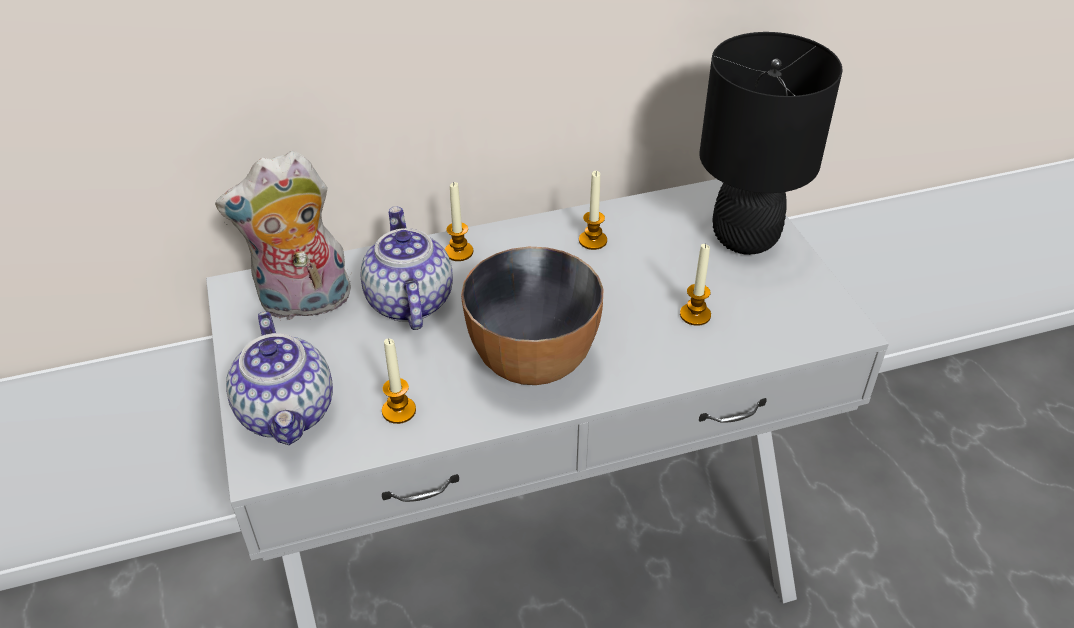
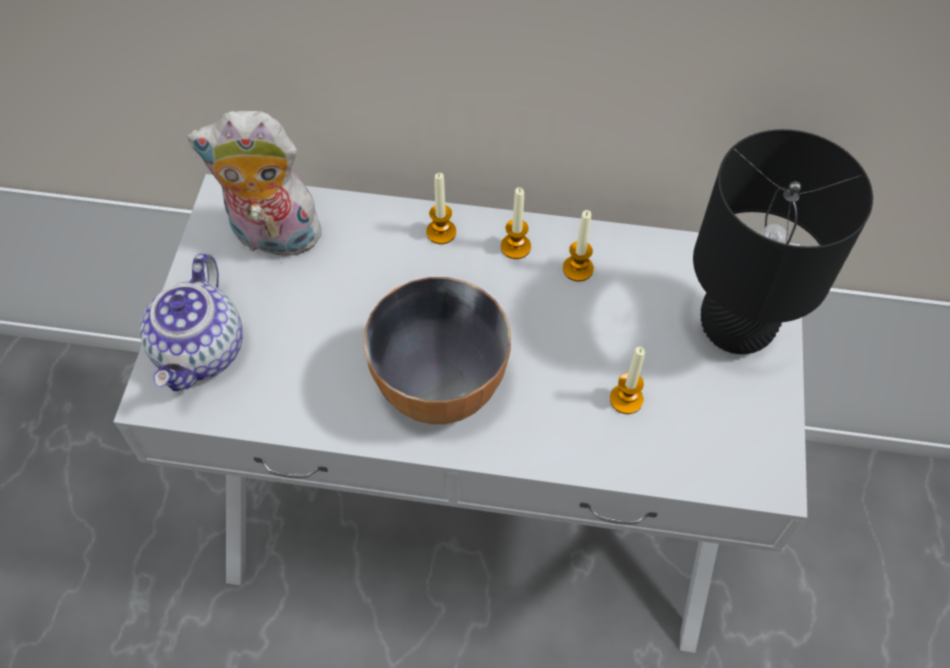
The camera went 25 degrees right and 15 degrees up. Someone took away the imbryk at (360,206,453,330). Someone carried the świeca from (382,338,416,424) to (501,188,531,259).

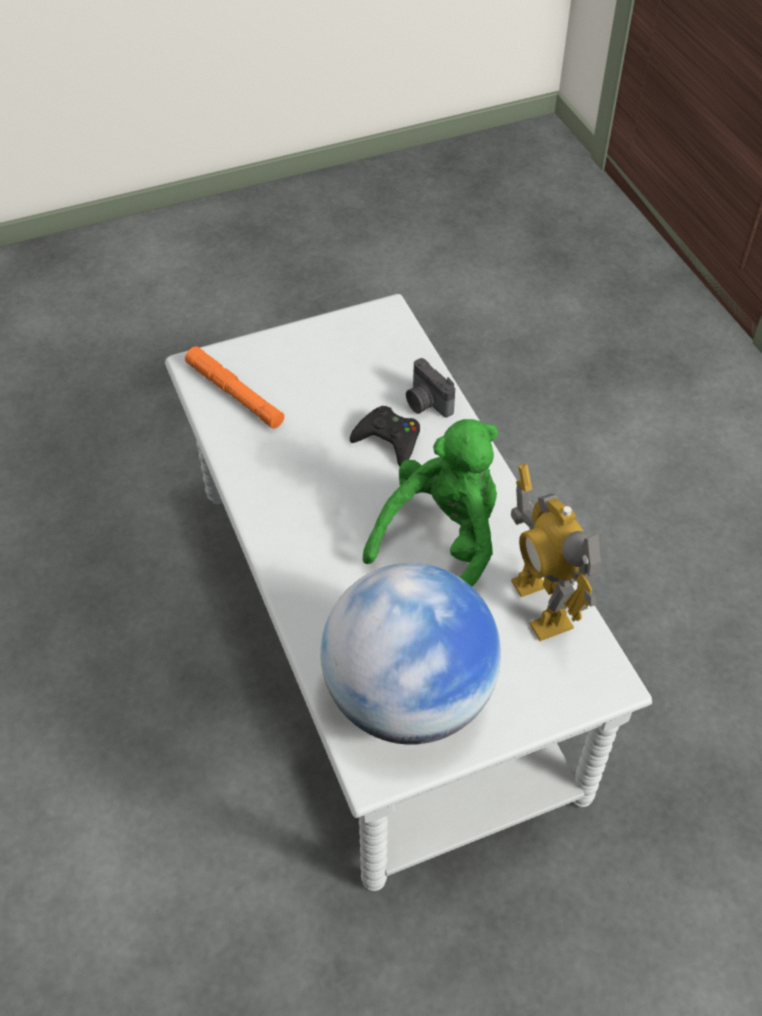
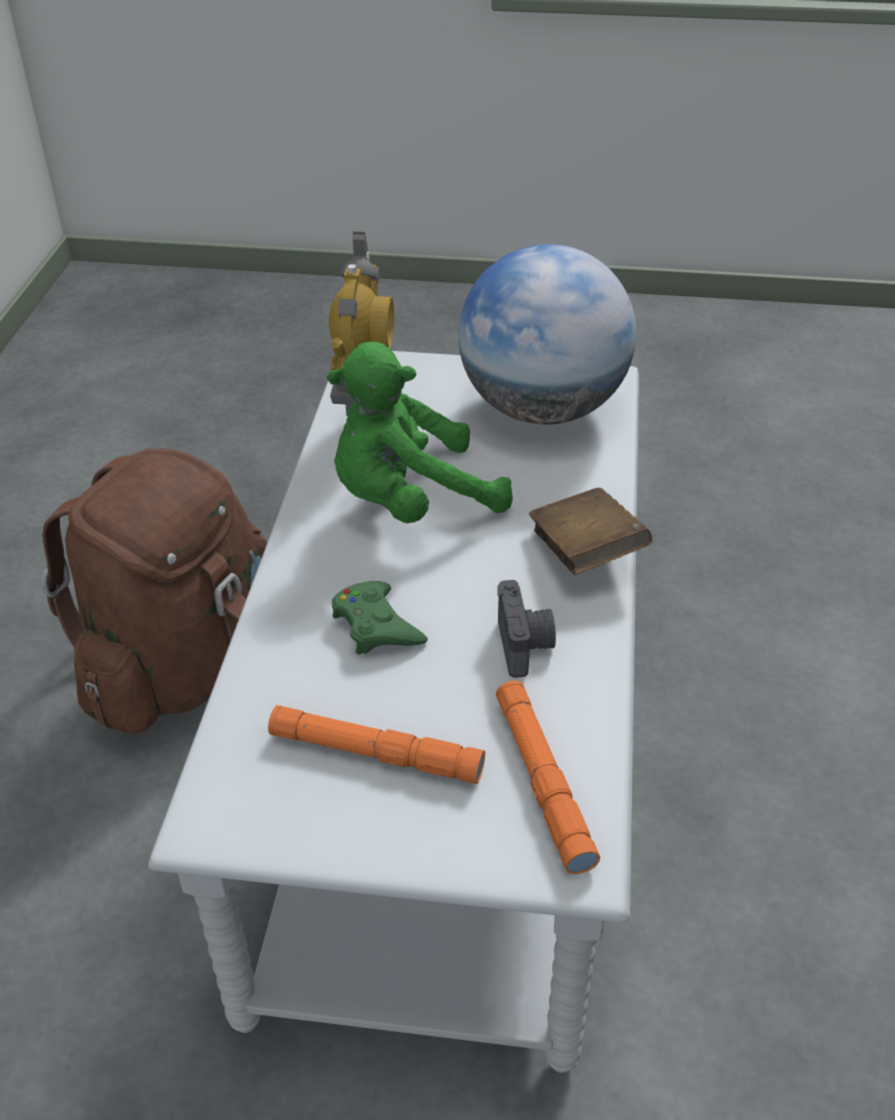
The camera went 150 degrees left and 10 degrees down. Someone repainted the pad do gier/czarny at (350,406,420,466), which became the pad do gier/zielony at (332,581,428,655). Someone carried the aparat fotograficzny from (406,358,455,418) to (497,580,556,678). Someone put down the plecak/brązowy at (41,448,267,734). Someone put down the latarka/pomarańczowy at (268,705,485,784). Someone put down the książka/brązowy at (529,488,652,575).

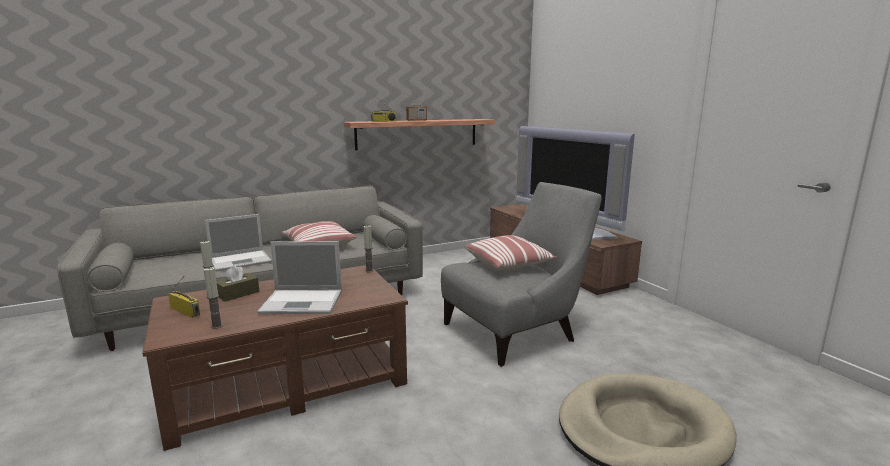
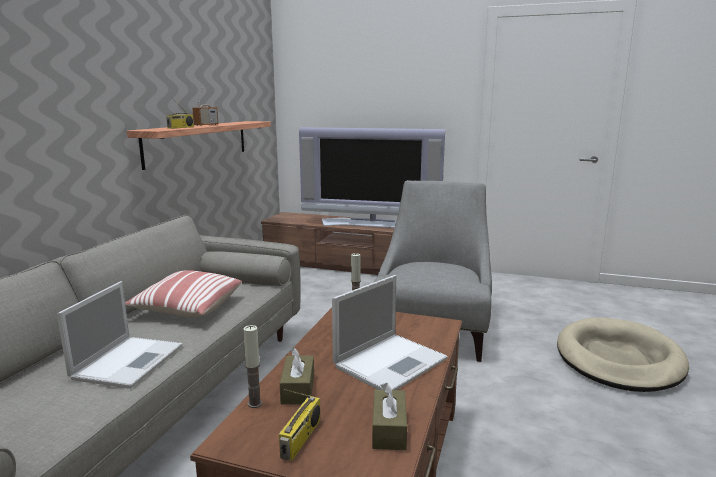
The camera went 45 degrees left and 0 degrees up. Someone rotated the radio at (168,276,200,318) by 120 degrees clockwise. Someone swapped the świeca at (204,267,223,329) for the pudełko chusteczek/brązowy at (372,383,407,450). Someone took away the poduszka at (465,235,557,271).

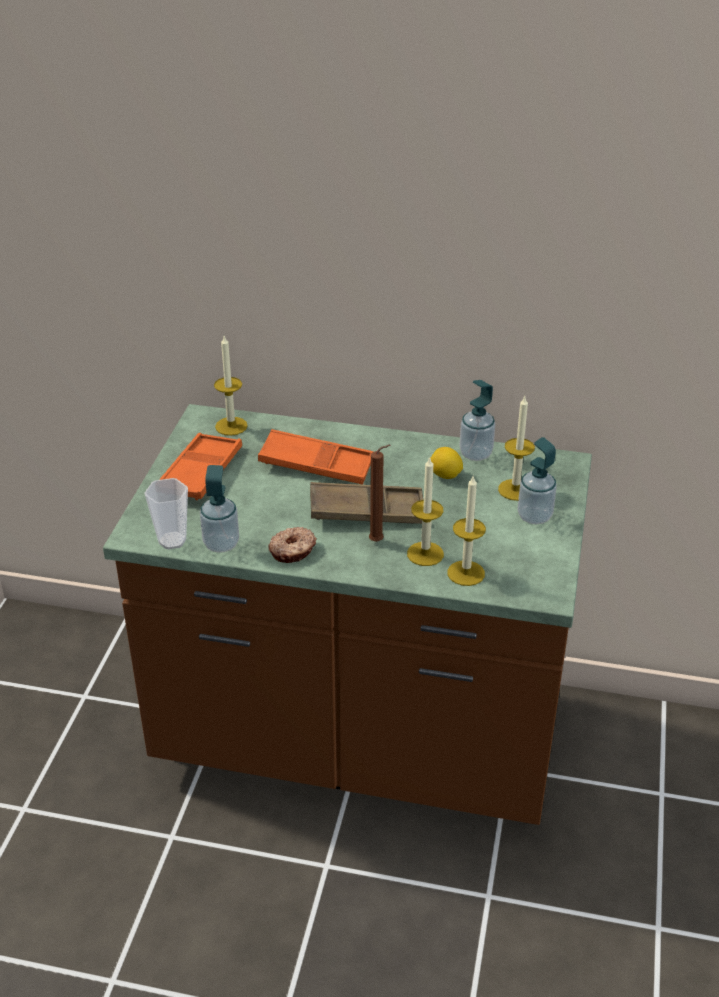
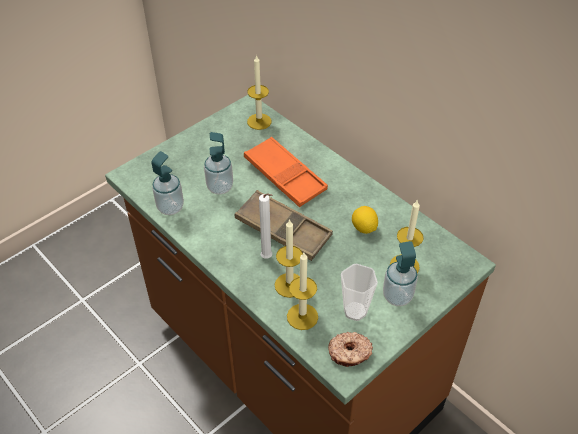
The camera went 35 degrees right and 10 degrees up. Someone carried the filiżanka from (145,478,188,549) to (341,264,378,321). Someone took away the taca/pomarańczowy at (159,433,242,500). Someone carried the donut from (268,527,317,563) to (328,332,373,367). Someone repainted the świeca/brązowy at (369,445,390,542), which became the świeca/biały at (259,193,273,259). Someone carried the dozownik mydła from (459,380,495,461) to (204,132,233,194).

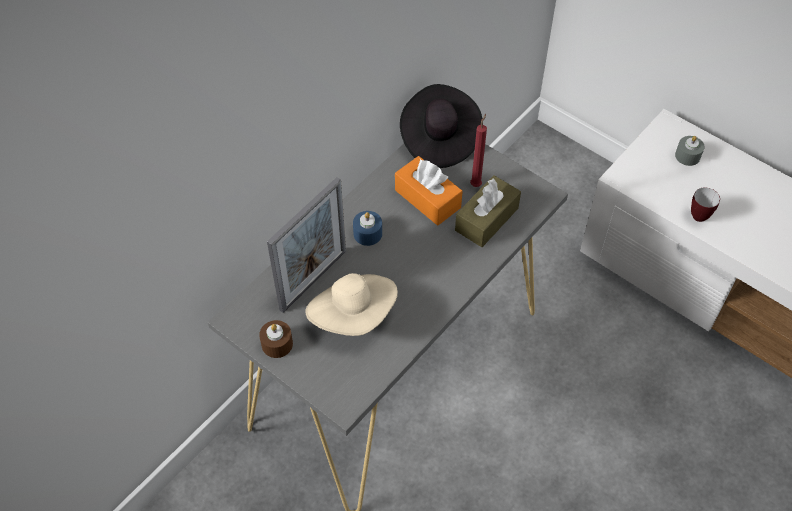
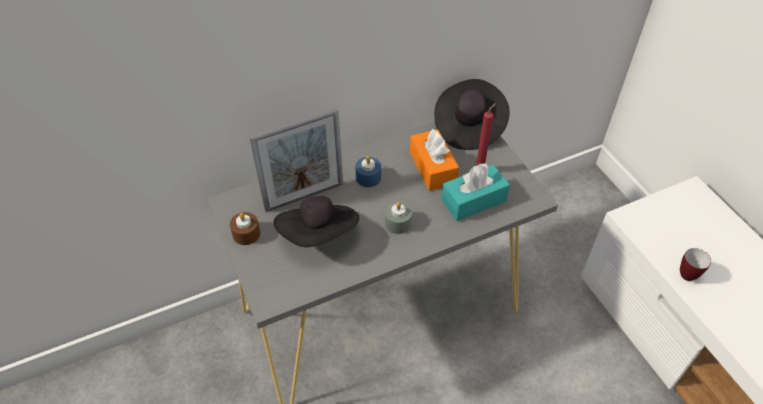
The camera went 25 degrees right and 5 degrees down. Someone repainted the kapelusz/beżowy at (305,273,398,336), which became the kapelusz/czarny at (273,196,359,247). Someone repainted the pudełko chusteczek/brązowy at (455,175,521,247), which became the pudełko chusteczek/turkusowy at (441,163,510,221). Someone carried the świeca/szary from (675,136,705,166) to (385,201,412,234).

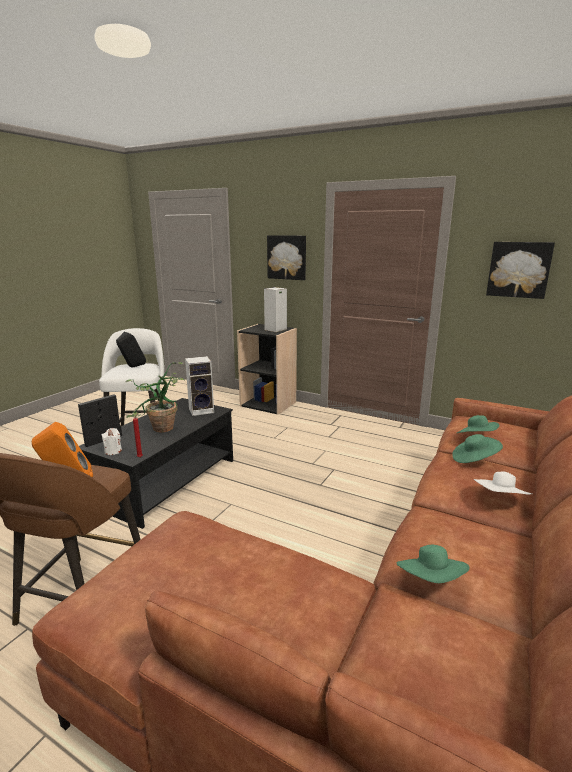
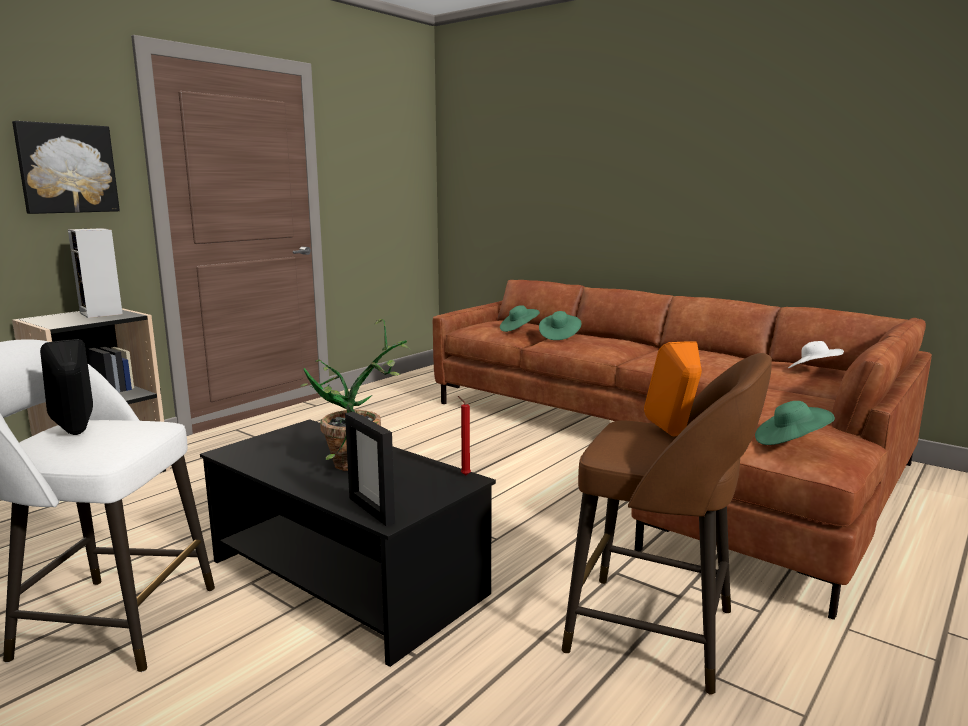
The camera went 80 degrees left and 5 degrees down. Someone took away the świeca/biały at (102,428,122,455). Someone took away the głośnik at (185,356,214,416). Someone carried the kapelusz/zielony from (397,545,470,583) to (755,401,835,445). Someone carried the kapelusz/biały from (474,472,532,494) to (788,341,844,368). Someone took away the obraz at (486,242,555,299).

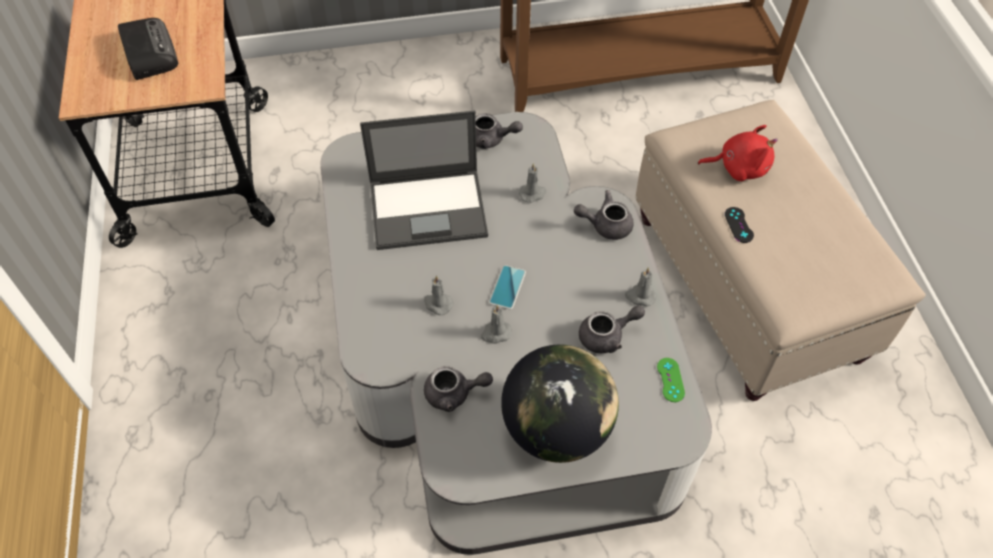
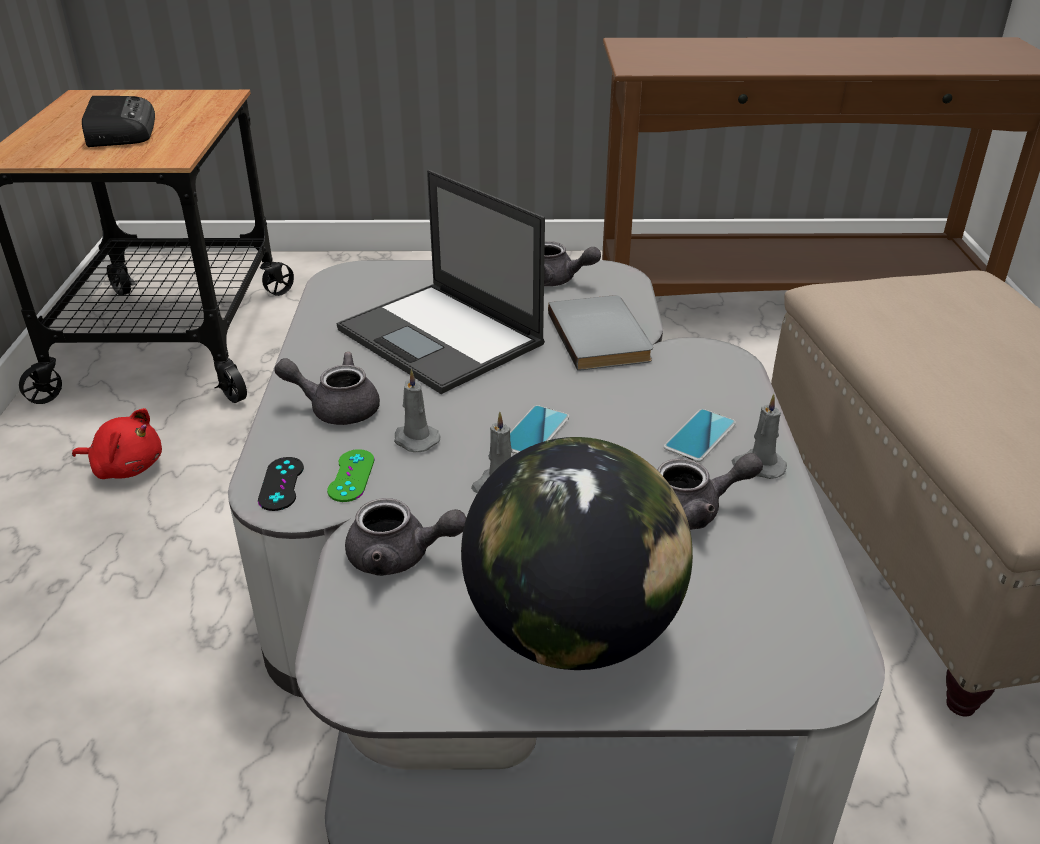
The camera went 10 degrees right and 20 degrees down. Someone rotated the laptop at (360,111,488,250) by 45 degrees clockwise. Someone swapped the świeca/szary at (519,163,546,203) for the książka/szary at (548,295,653,371). Someone carried the imbryk/szary from (574,190,634,240) to (274,352,380,425). Someone carried the pad do gier/zielony from (657,358,685,402) to (327,449,374,502). Someone carried the pluszak/czerwony from (698,125,778,181) to (72,408,162,479). Someone carried the pad do gier/czarny from (725,207,754,243) to (258,457,304,511). Someone put down the telefon at (664,409,736,462).

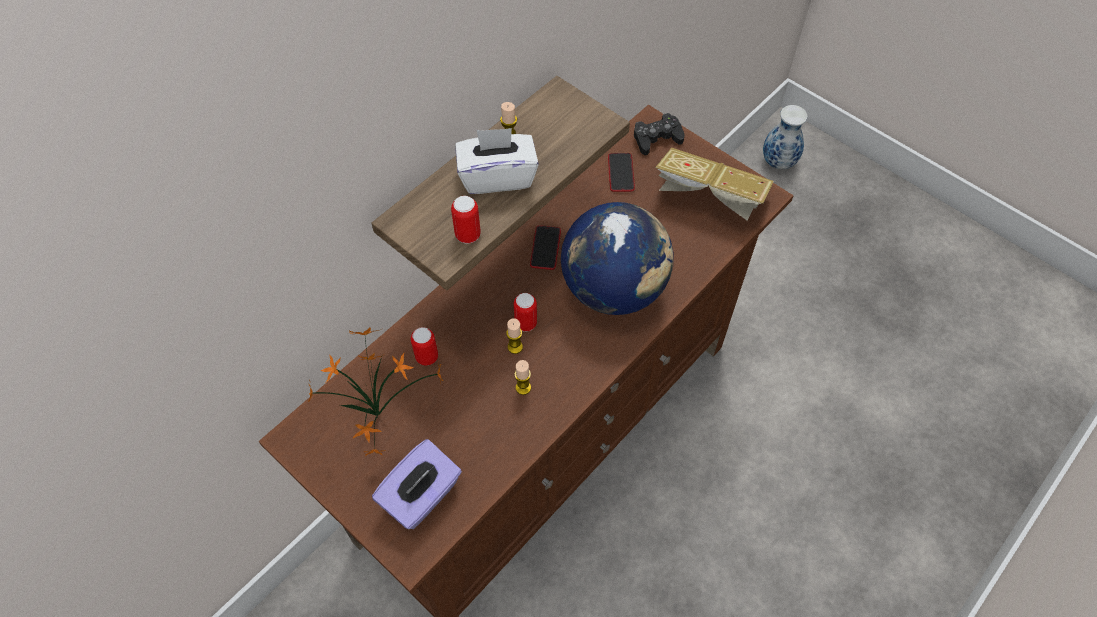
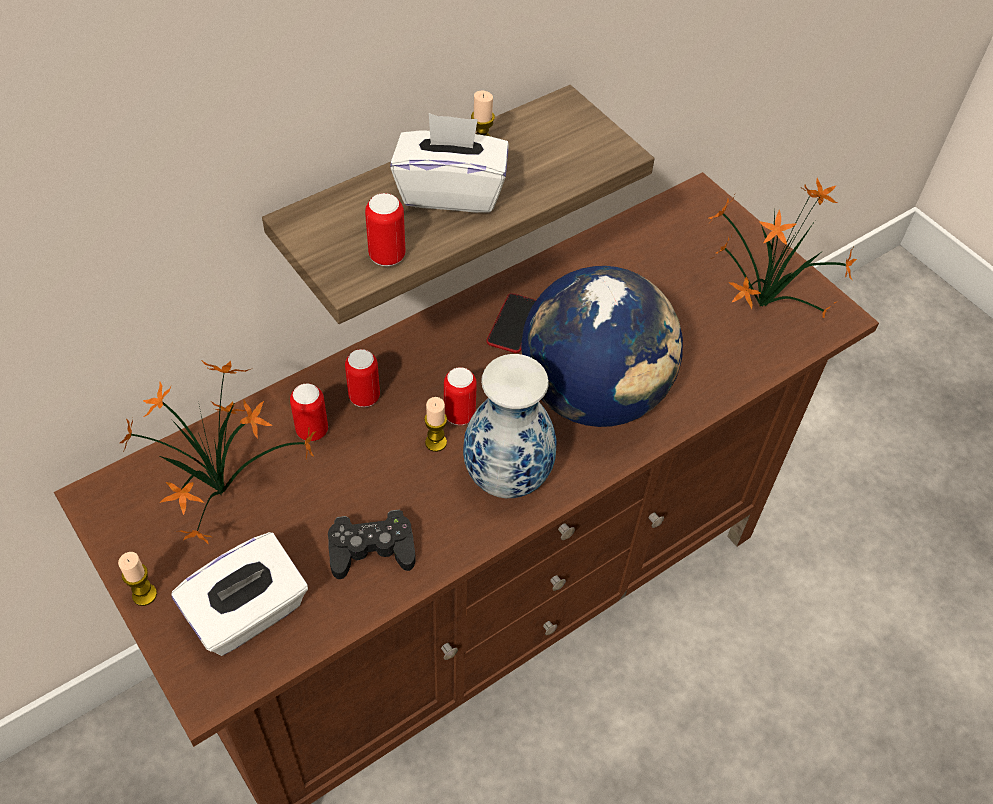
The camera went 10 degrees right and 5 degrees down. Someone repainted the pudełko chusteczek/fioletowy at (372,439,462,529), which became the pudełko chusteczek/biały at (171,532,308,656). Someone carried the świeca from (514,360,531,395) to (118,552,157,606). Someone took away the telefon at (608,153,635,192). Someone carried the pad do gier/czarny from (634,113,684,155) to (328,510,416,579). Someone swapped the książka at (656,148,774,220) for the roślina doniczkowa at (708,178,857,318). Someone carried the wazon from (763,105,807,169) to (463,354,556,498). Someone put down the puszka at (345,349,380,407).

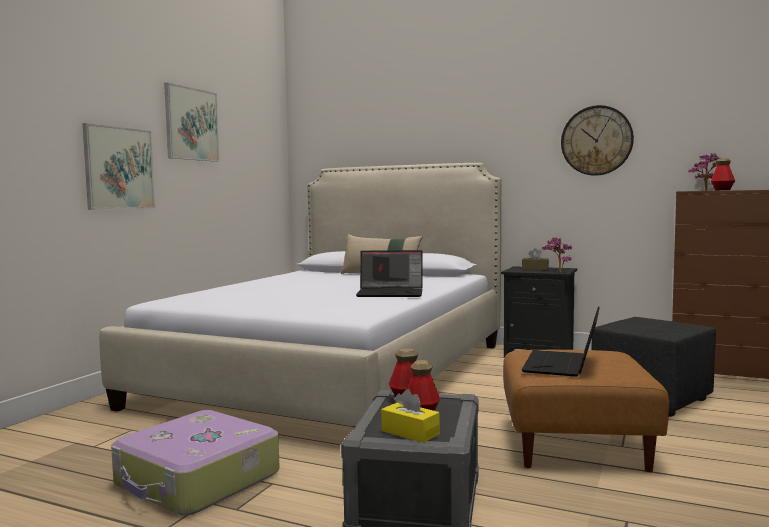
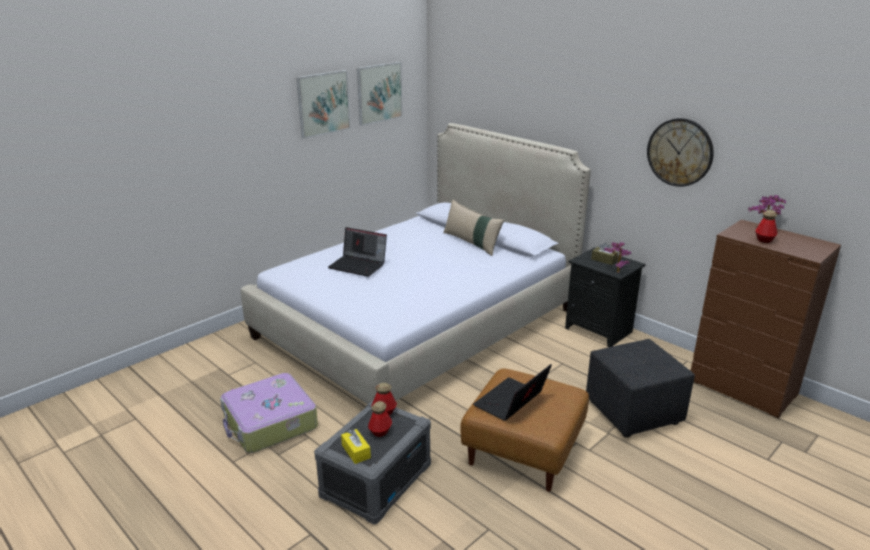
The camera went 20 degrees right and 20 degrees up. Someone carried the obraz from (83,123,155,210) to (357,62,403,126). Someone carried the laptop from (356,250,423,297) to (328,227,387,277).

